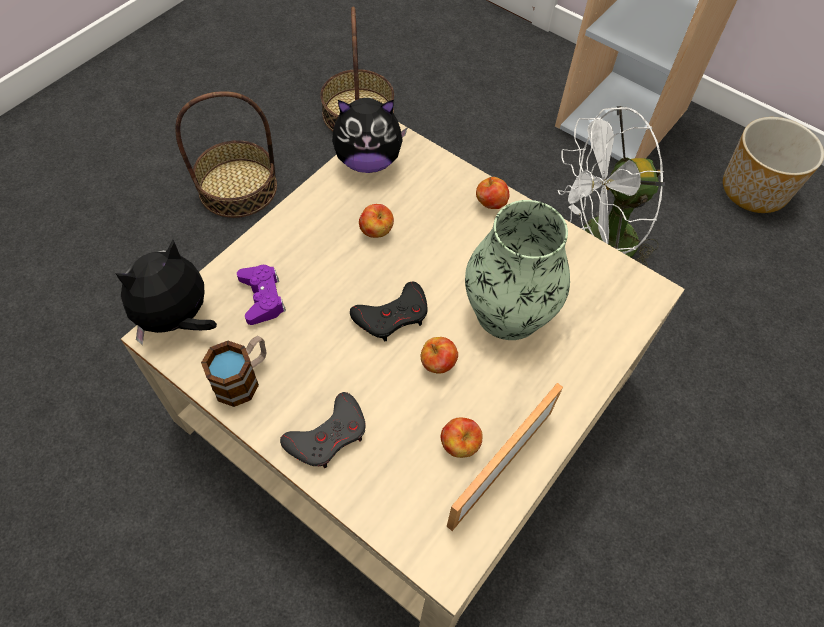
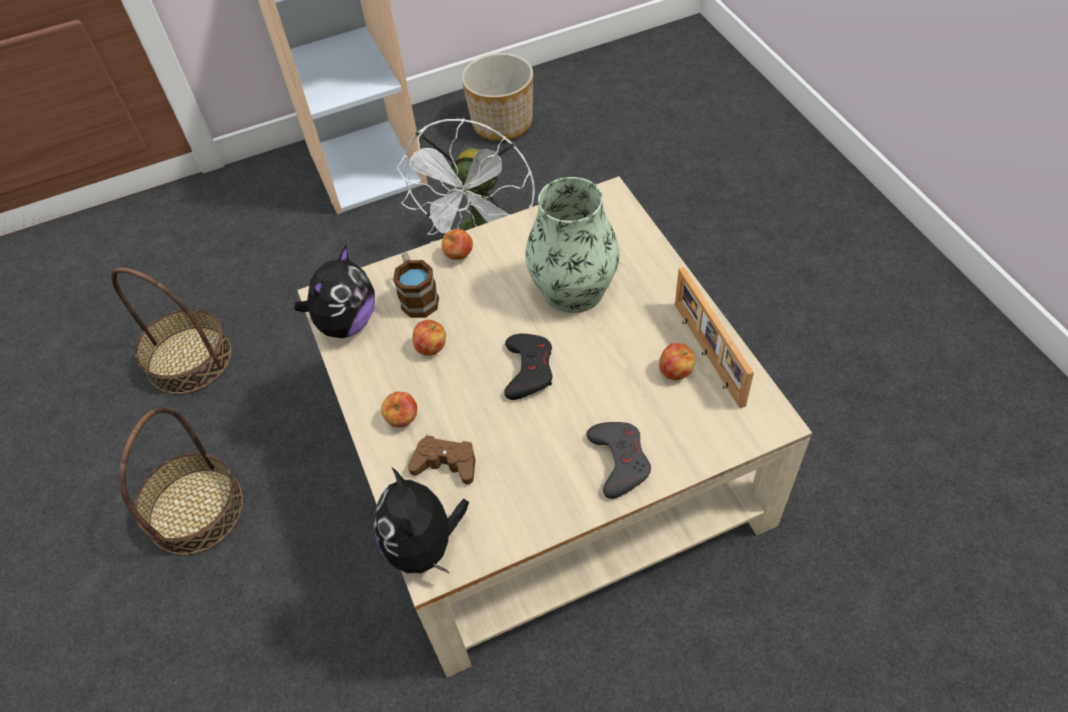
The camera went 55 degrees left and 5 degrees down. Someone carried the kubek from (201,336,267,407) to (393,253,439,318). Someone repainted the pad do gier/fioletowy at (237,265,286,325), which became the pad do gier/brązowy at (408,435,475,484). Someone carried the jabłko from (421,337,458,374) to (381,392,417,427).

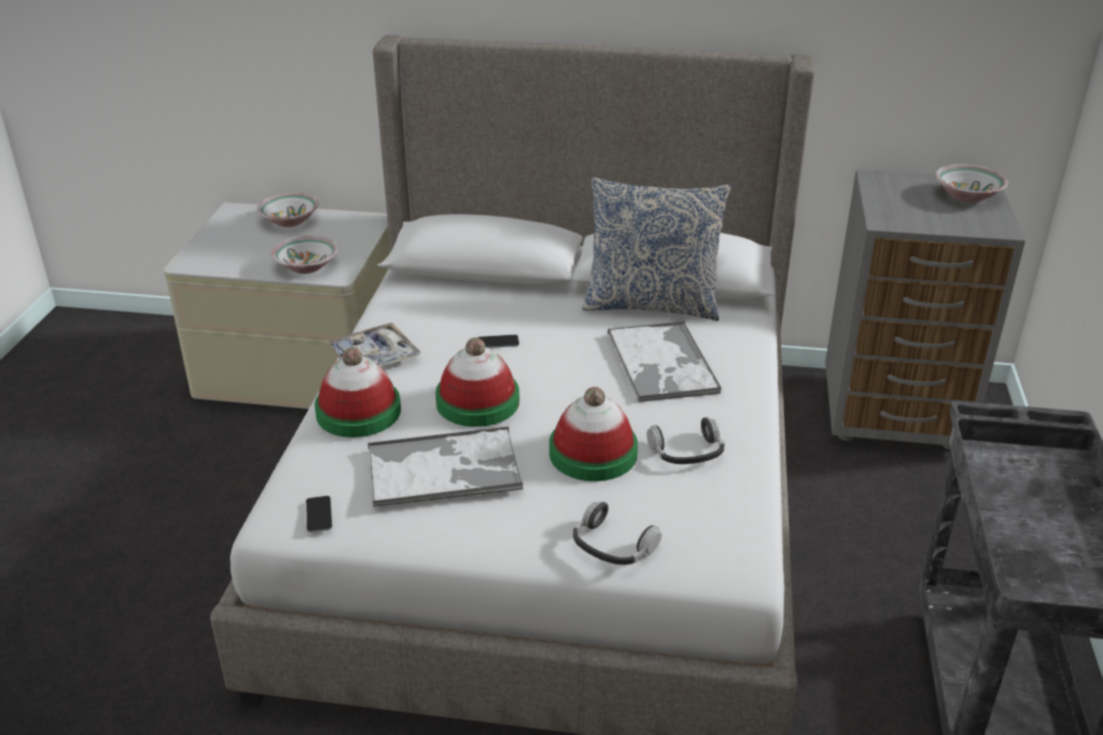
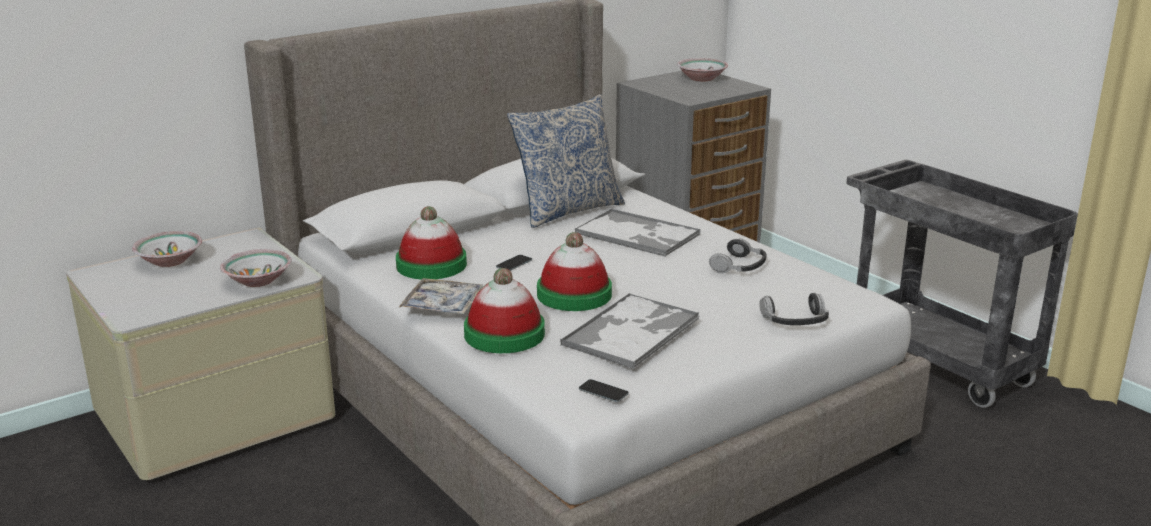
The camera went 45 degrees left and 10 degrees down. Someone carried the kapelusz from (549,387,638,481) to (396,206,467,280).

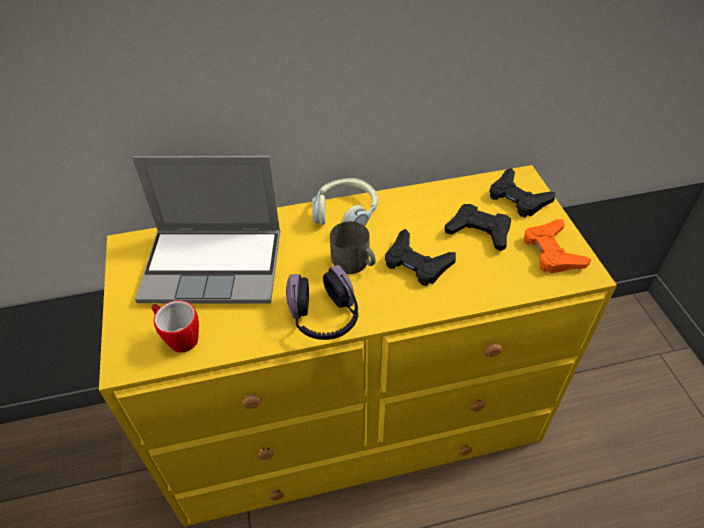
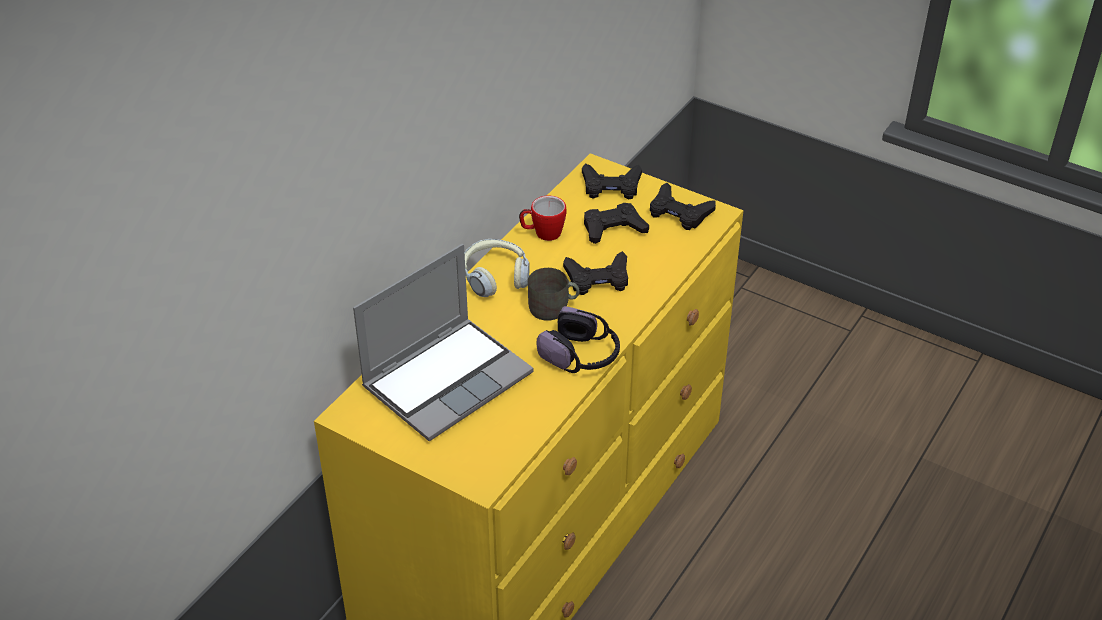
The camera went 45 degrees left and 5 degrees down. Someone carried the kubek from (152,300,199,353) to (519,195,566,241). Someone repainted the pad do gier/pomarańczowy at (524,219,591,273), which became the pad do gier/czarny at (650,183,716,230).

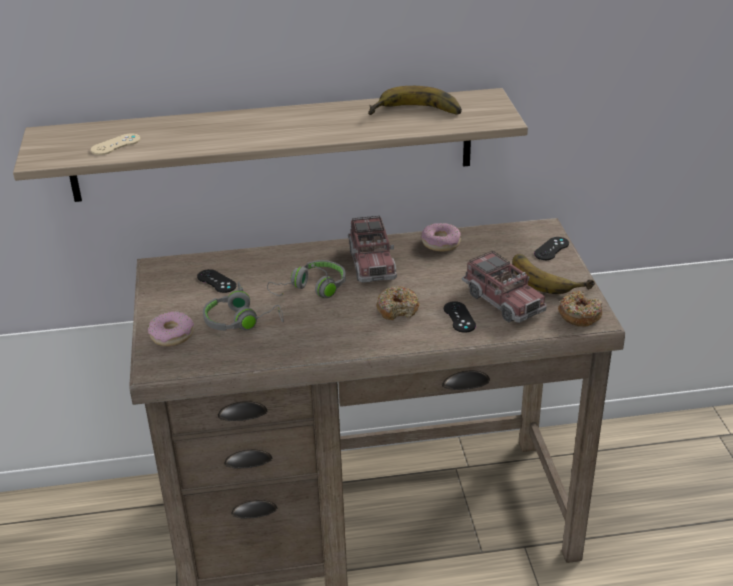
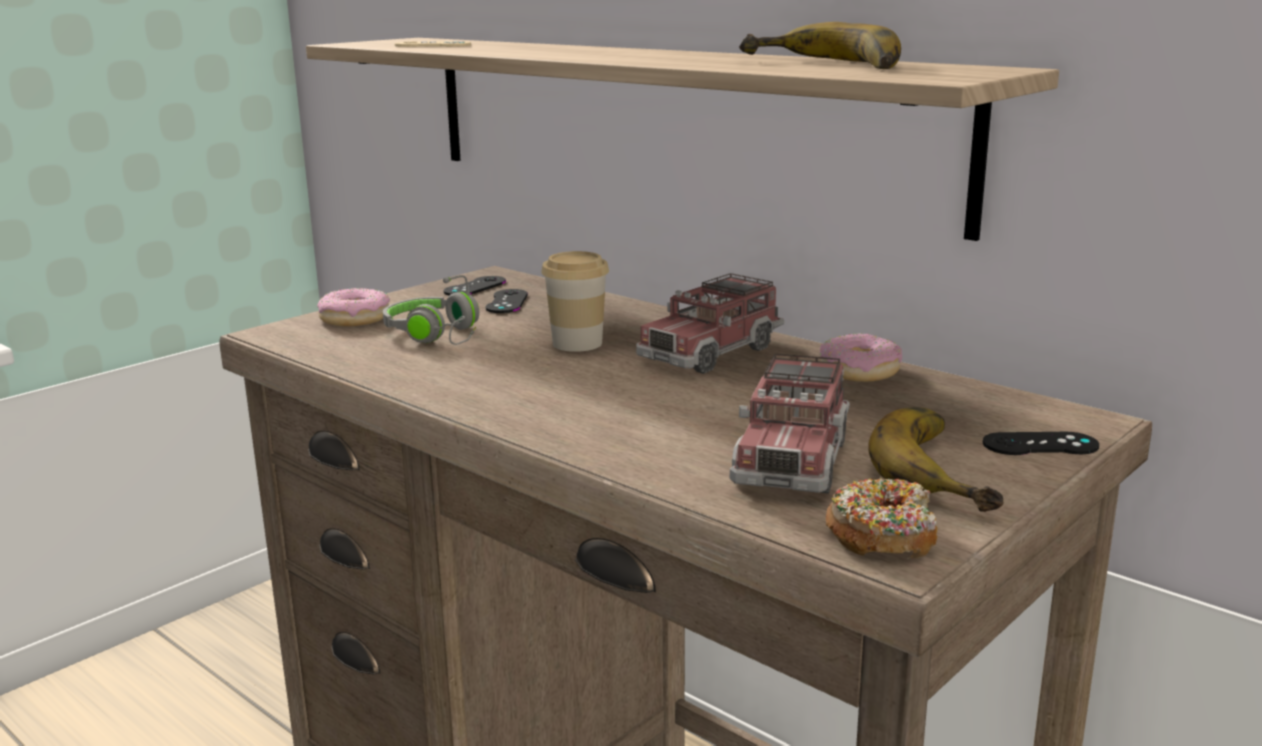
The camera went 50 degrees right and 15 degrees down. Someone swapped the słuchawki/szary at (267,260,346,298) for the filiżanka at (541,251,609,352). Someone took away the donut at (377,286,419,320). Someone carried the pad do gier/czarny from (444,301,476,333) to (444,276,506,296).

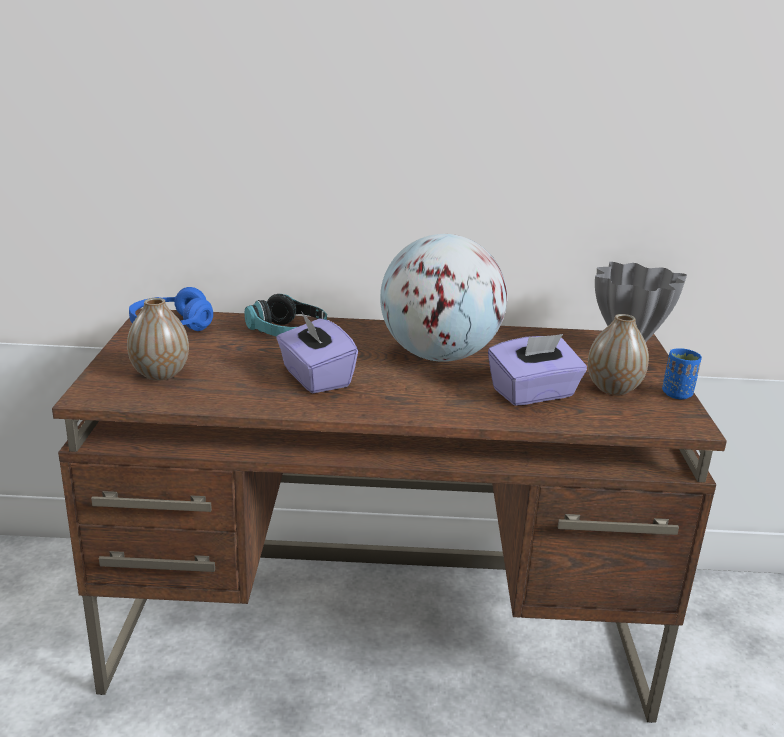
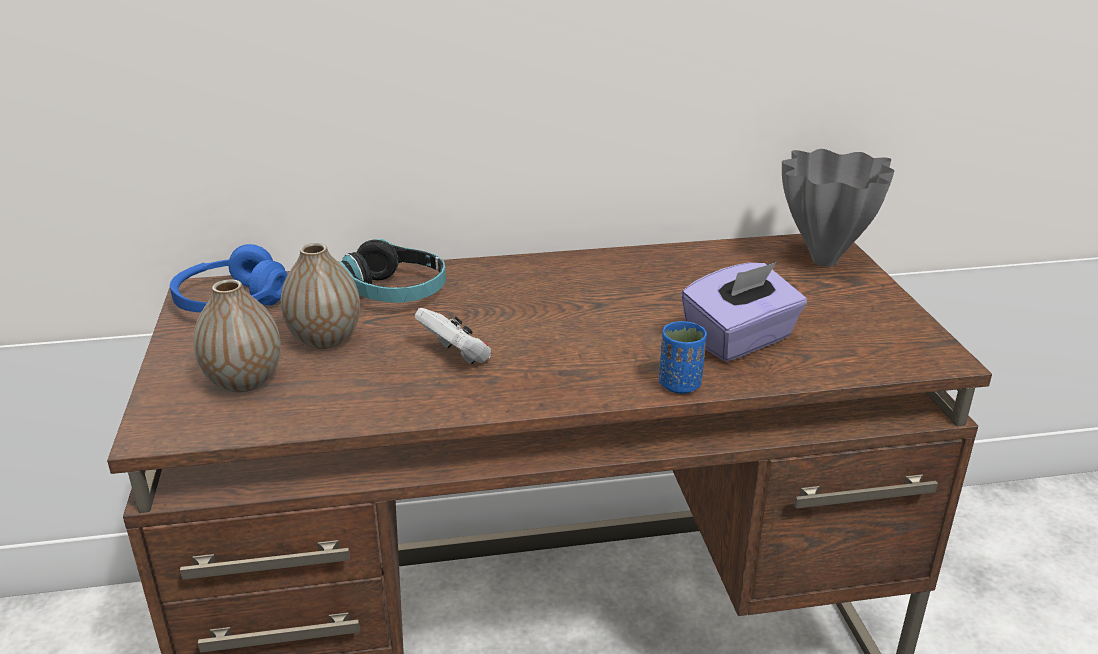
The camera went 10 degrees left and 5 degrees up. Someone swapped the pudełko chusteczek/fioletowy at (276,311,358,393) for the pad do gier/biały at (415,308,491,364). Someone took away the globus at (380,234,507,362). Someone carried the wazon from (588,314,649,395) to (281,243,360,349). Someone carried the filiżanka/niebieski from (662,348,702,399) to (659,321,707,394).

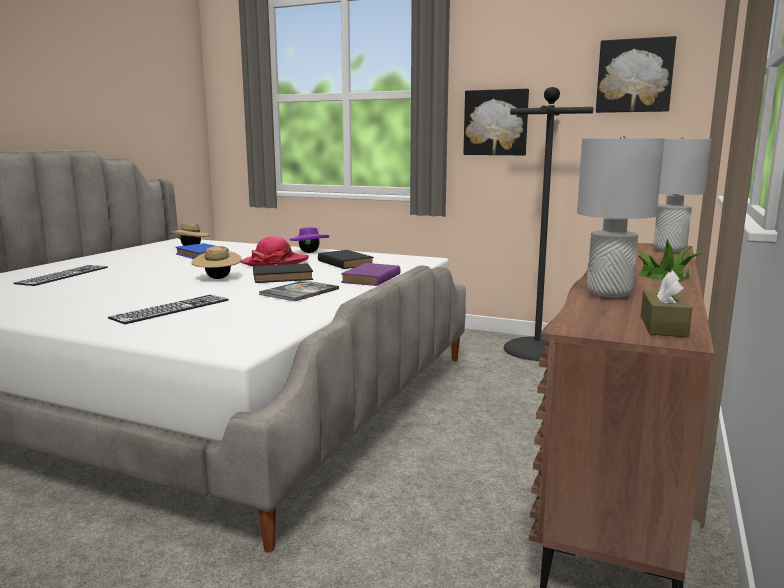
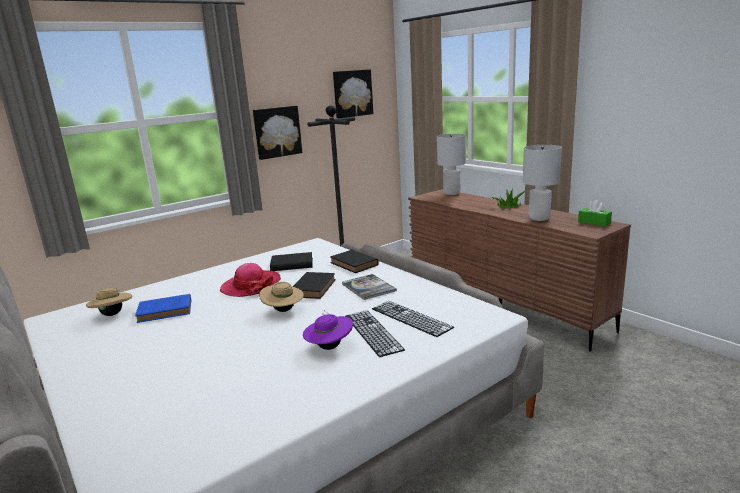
The camera went 60 degrees left and 5 degrees up. Someone carried the klawiatura from (13,265,108,286) to (372,301,454,337). Someone carried the kapelusz/fioletowy from (290,227,329,253) to (303,311,353,350). Someone repainted the książka/fioletowy at (341,263,400,286), which became the książka/czarny at (330,250,379,273). Someone repainted the pudełko chusteczek/brązowy at (641,270,692,337), which became the pudełko chusteczek/zielony at (578,200,612,226).

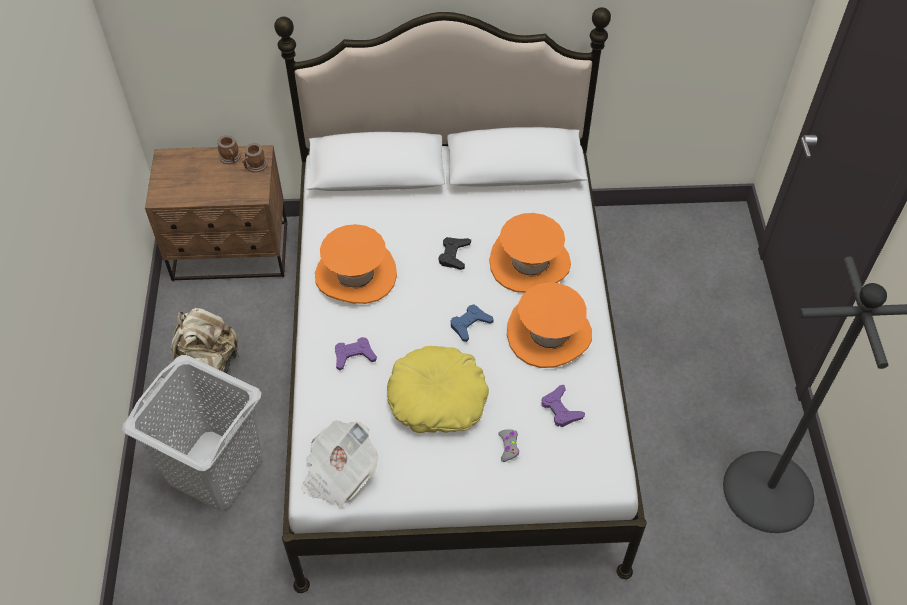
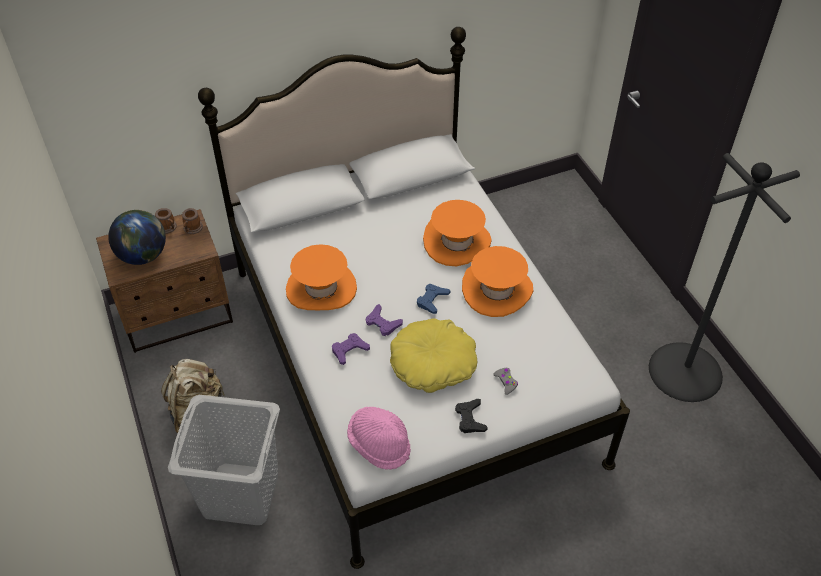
The camera went 20 degrees left and 5 degrees down. Someone swapped the gazeta at (301,420,378,507) for the kapelusz/różowy at (347,407,411,470). Someone carried the pad do gier/czarny from (438,237,471,270) to (455,399,488,433). Someone carried the pad do gier/fioletowy from (541,385,585,427) to (365,304,403,336). Someone put down the globus at (108,210,166,265).

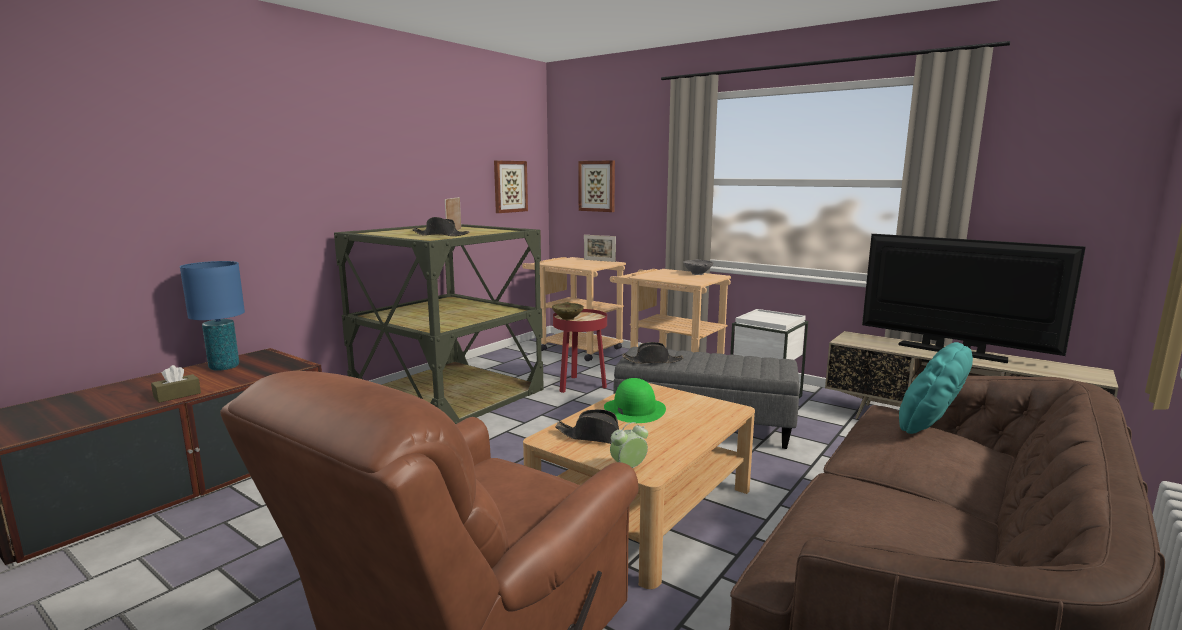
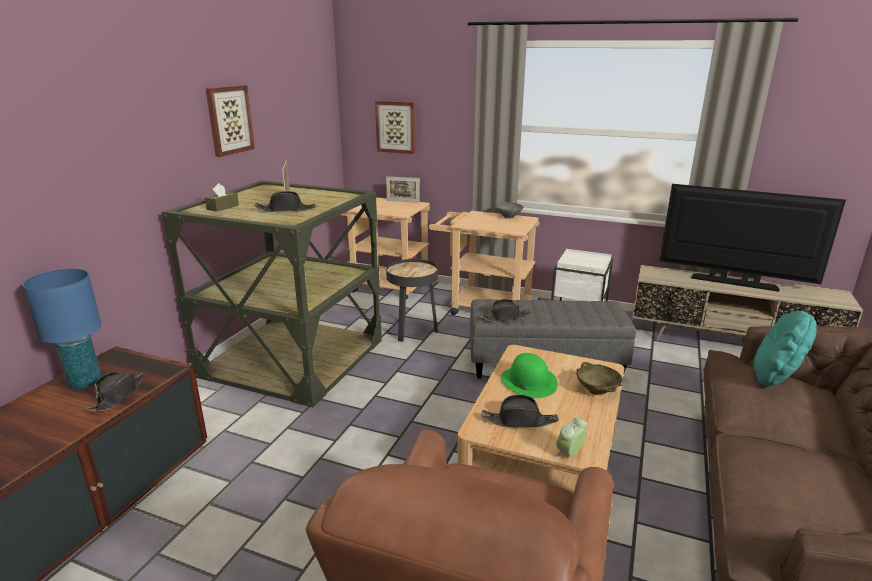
The camera went 15 degrees left and 10 degrees up. Someone carried the pudełko chusteczek/brązowy from (151,365,201,403) to (205,183,239,212). Someone carried the obraz from (494,161,528,213) to (206,85,255,157). Someone carried the miska/beżowy from (552,302,584,321) to (576,362,622,396). Someone repainted the stolik/czerwony at (553,309,607,393), which became the stolik/czarny at (386,259,438,342). Someone put down the kapelusz/czarny at (87,372,144,412).

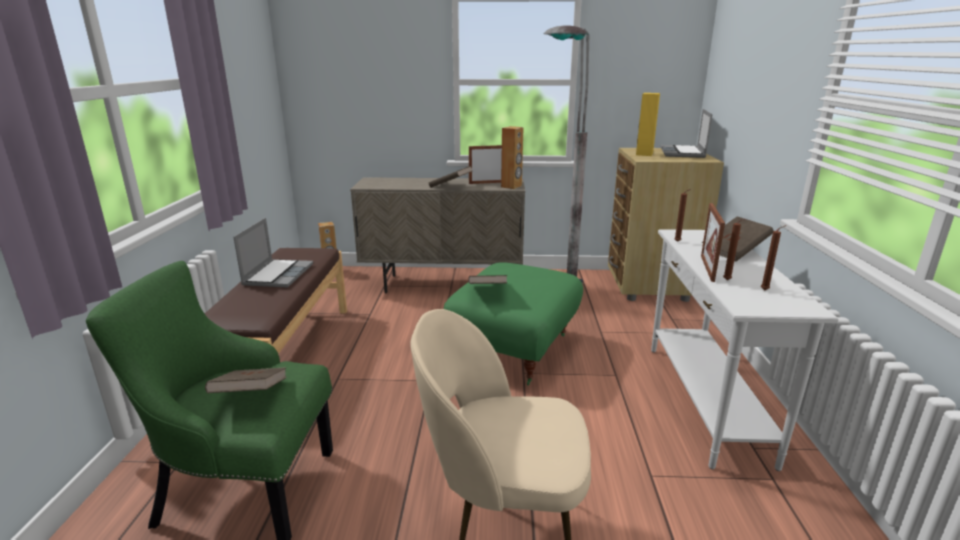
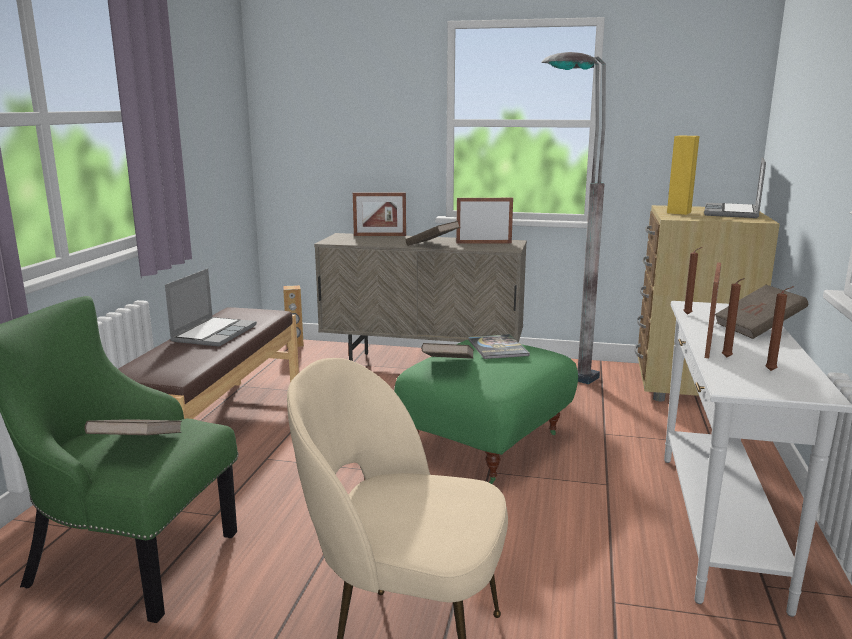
The camera went 10 degrees right and 5 degrees down. Someone took away the głośnik/brązowy at (501,126,524,189). Someone put down the ramka na zdjęcie at (353,193,406,236). Someone put down the książka at (468,334,530,359).

